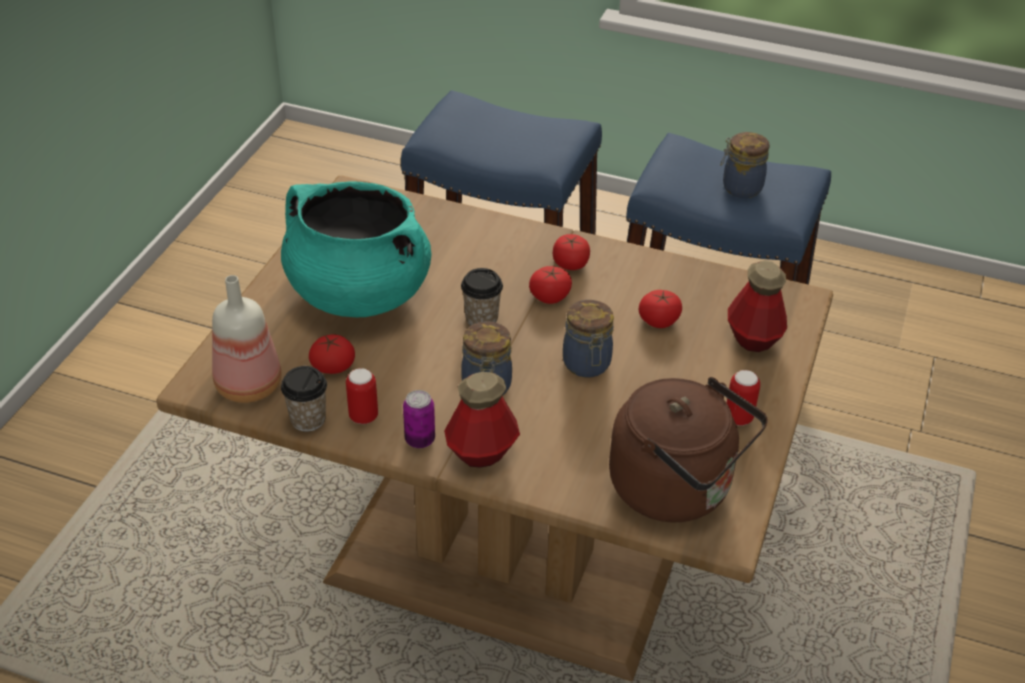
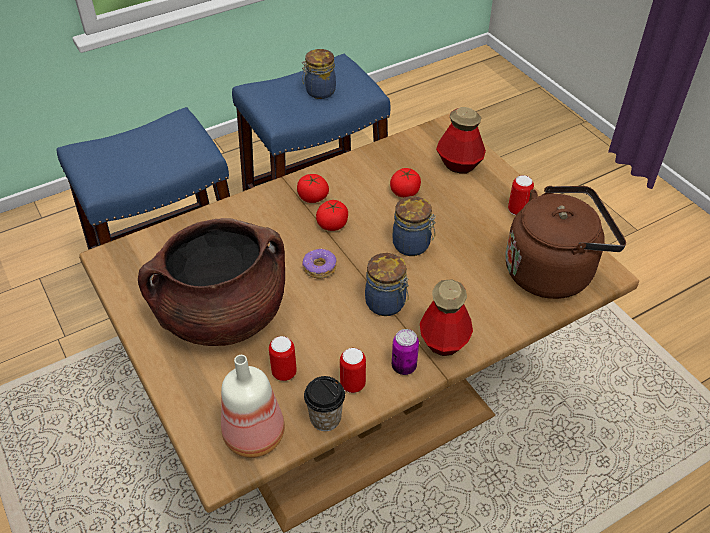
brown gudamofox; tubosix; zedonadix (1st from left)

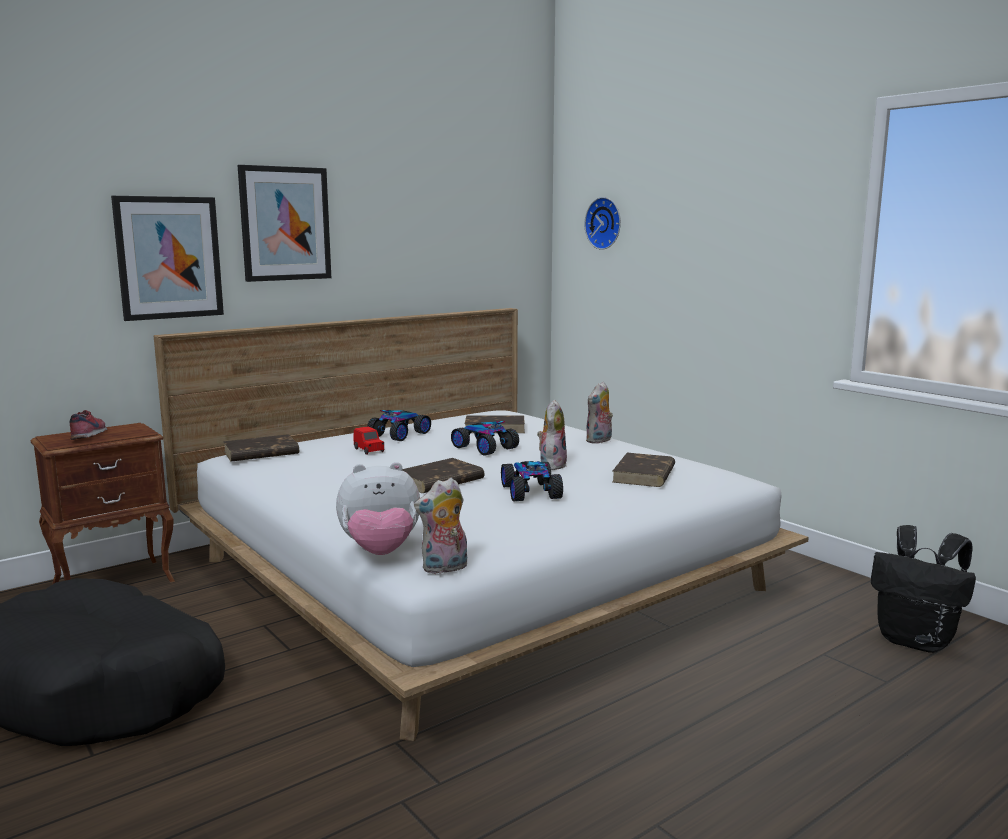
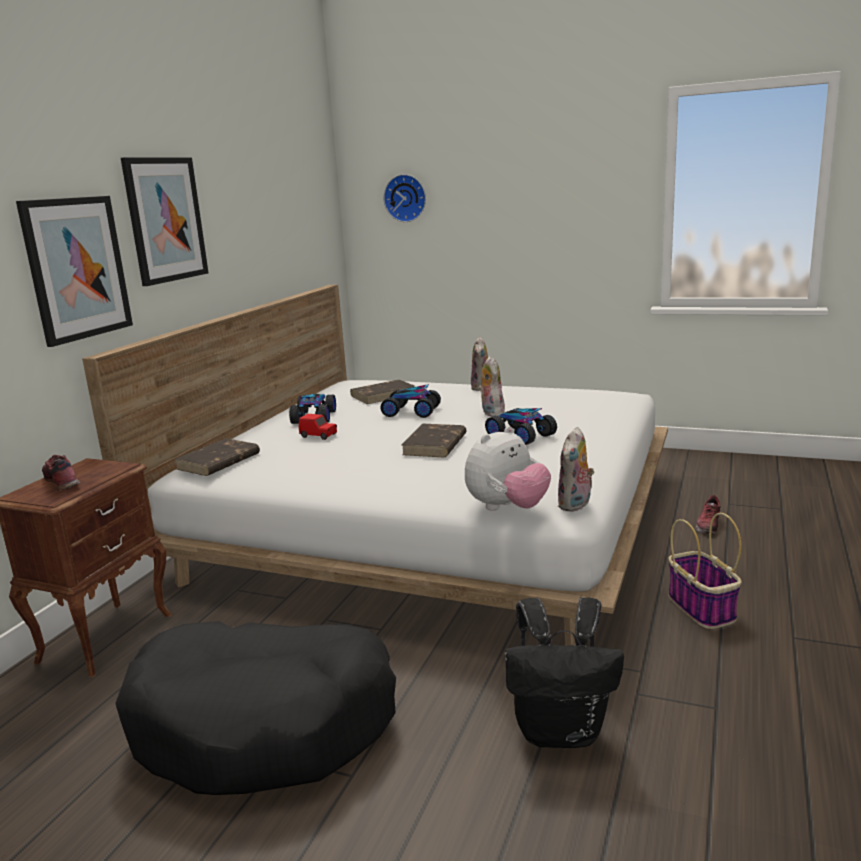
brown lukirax (4th from left in the first image); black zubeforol; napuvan (2nd from left); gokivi

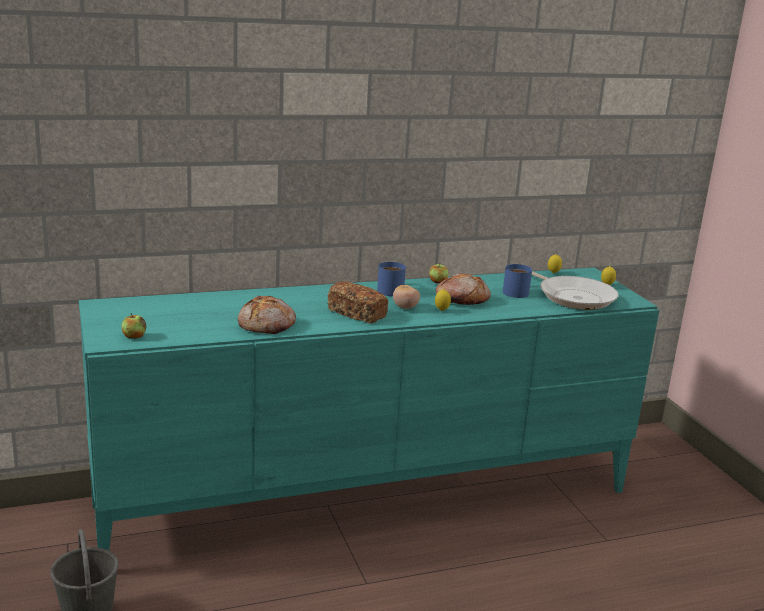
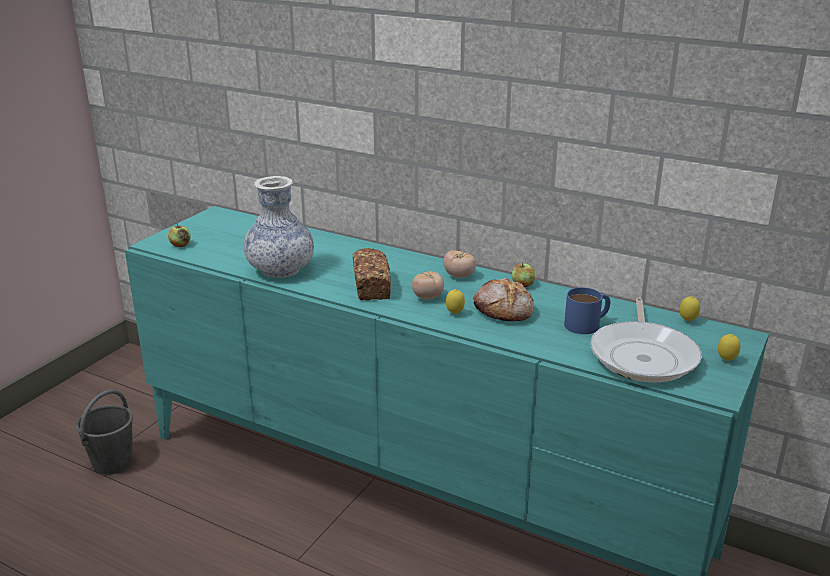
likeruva (2nd from left); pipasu

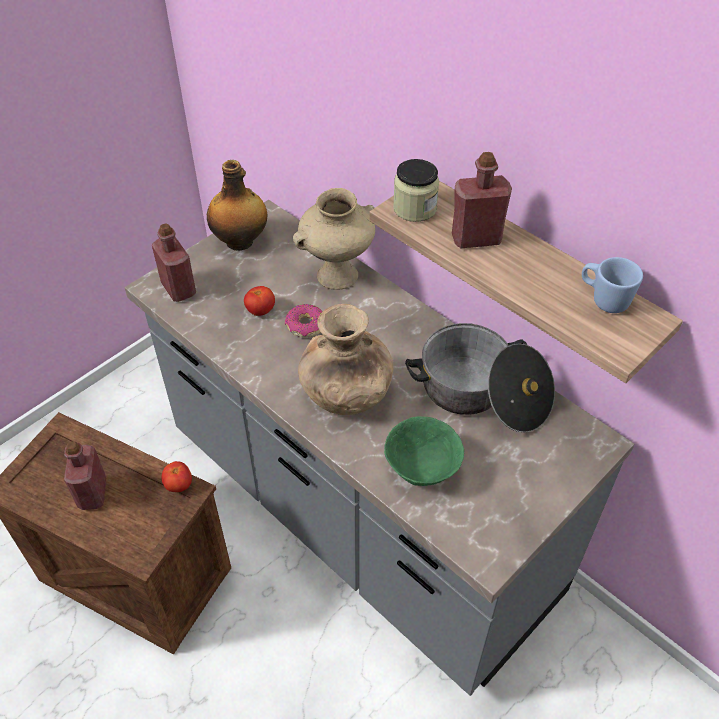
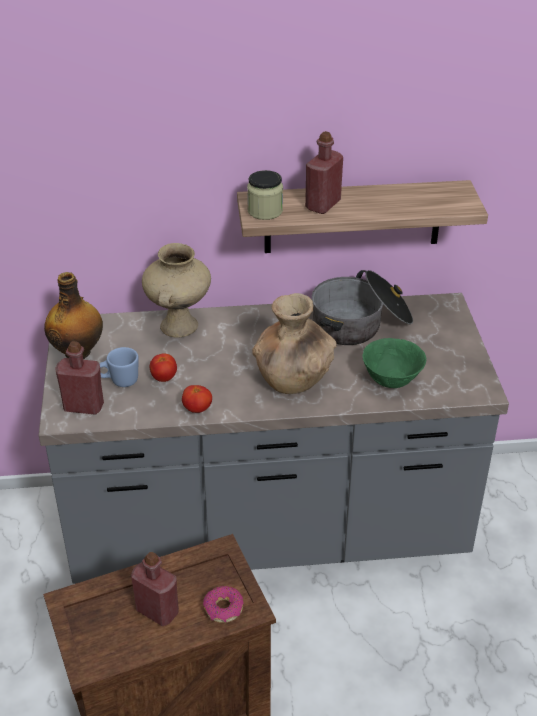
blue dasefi; tubosix; likeruva (2nd from left)

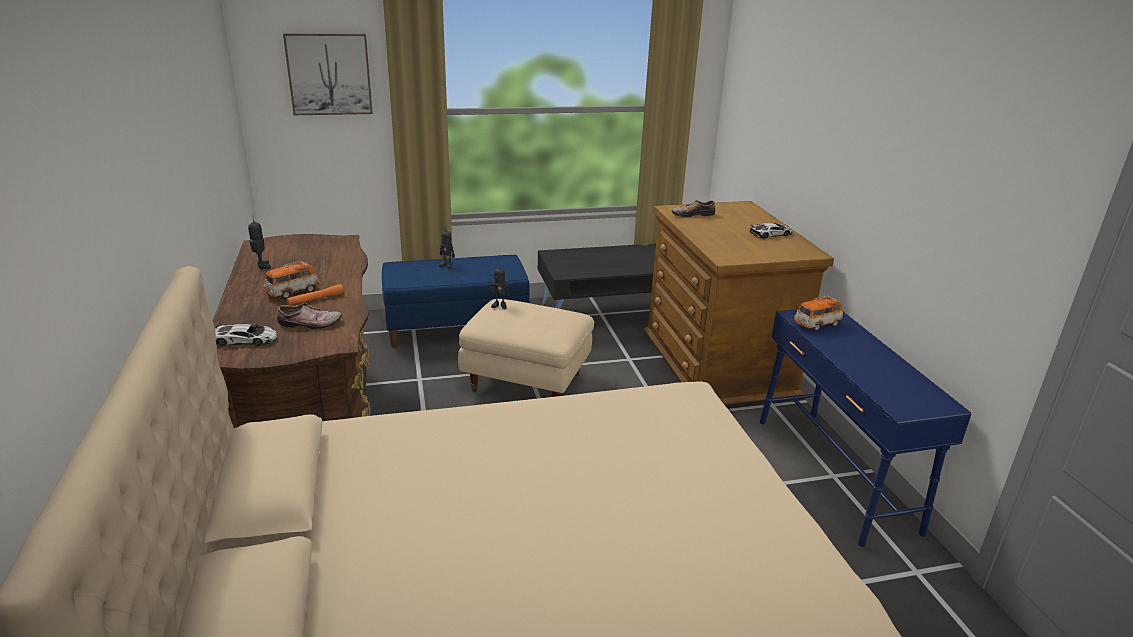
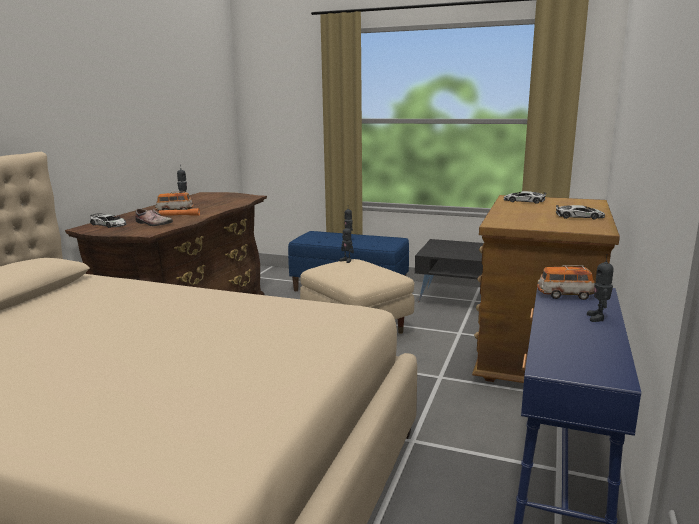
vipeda; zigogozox (3rd from left); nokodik (4th from left)

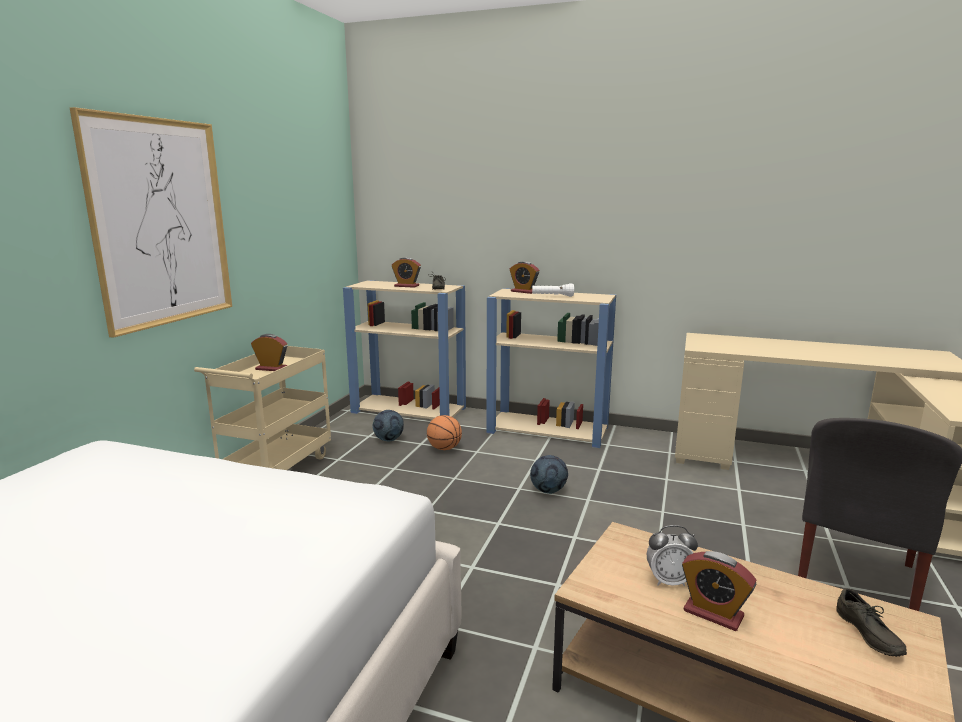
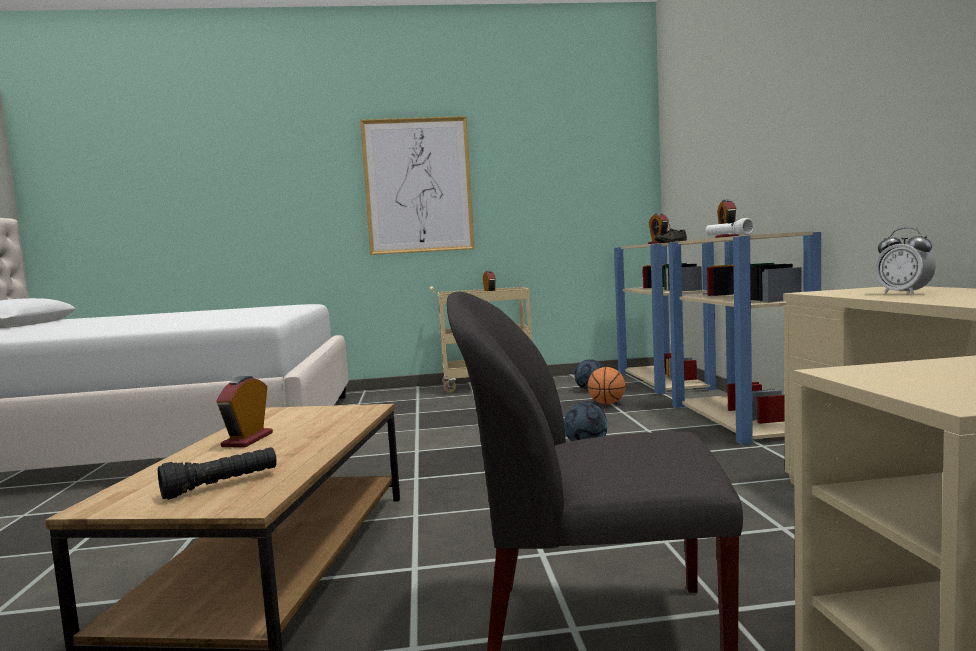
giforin (5th from left); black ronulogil

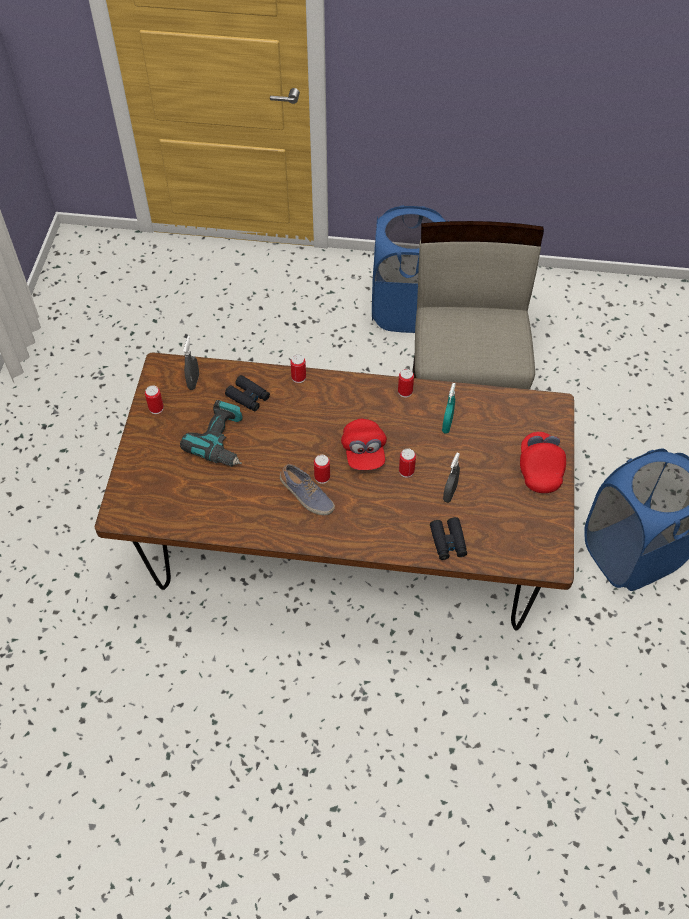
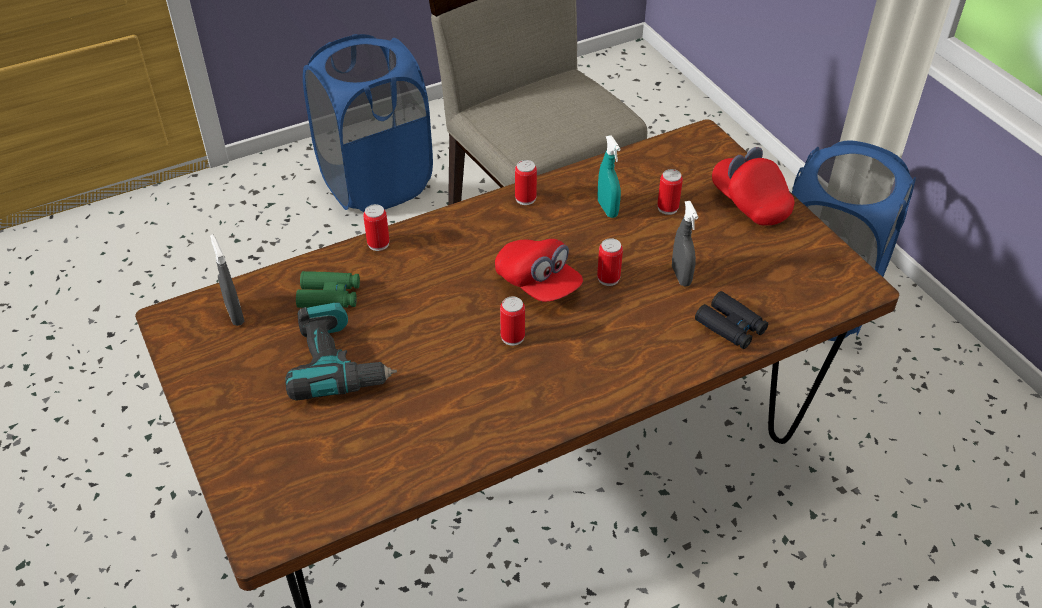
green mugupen; zedonadix (5th from left); napuvan

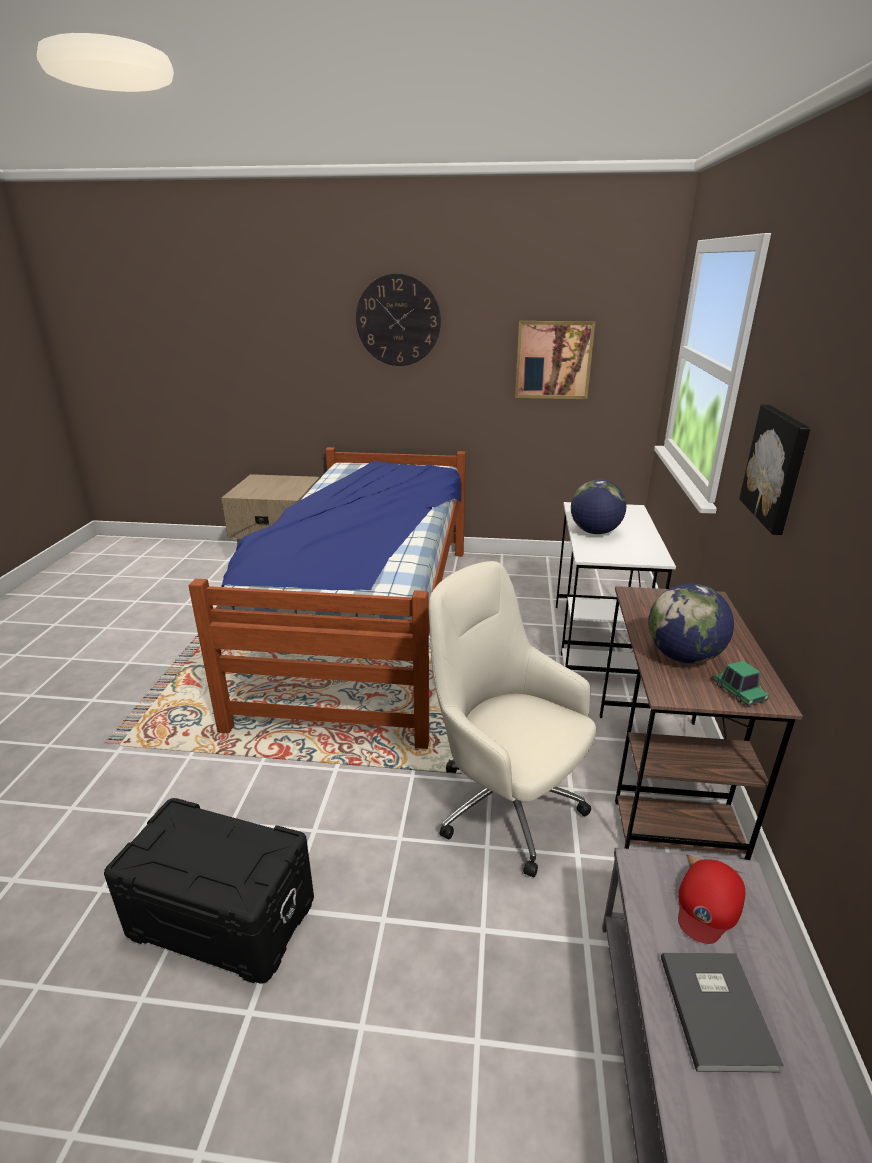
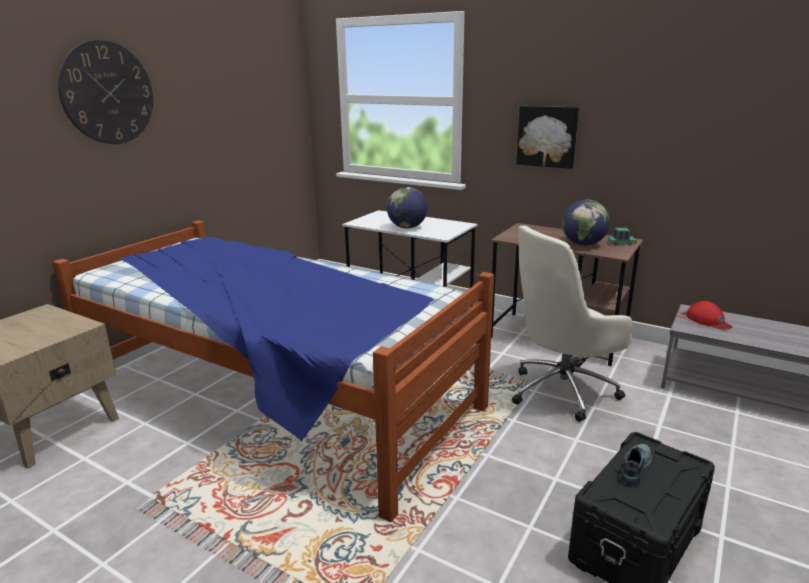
vipeda (1st from left in the first image); grey lukirax; napuvan

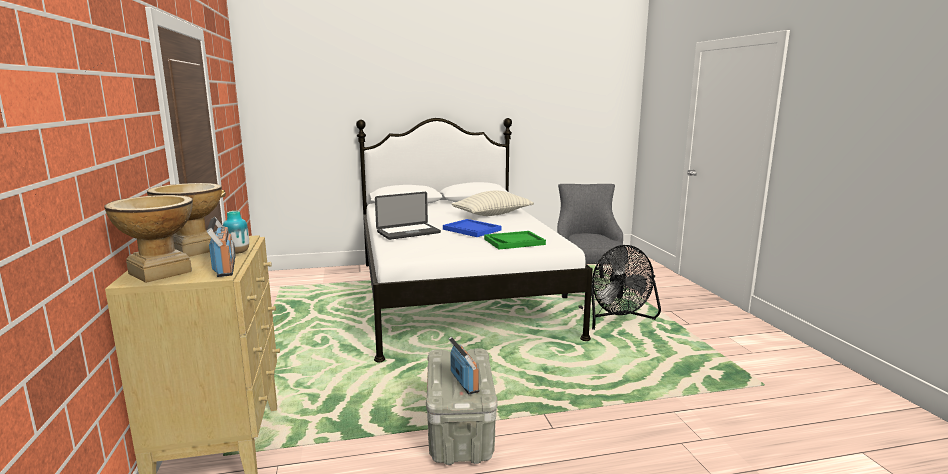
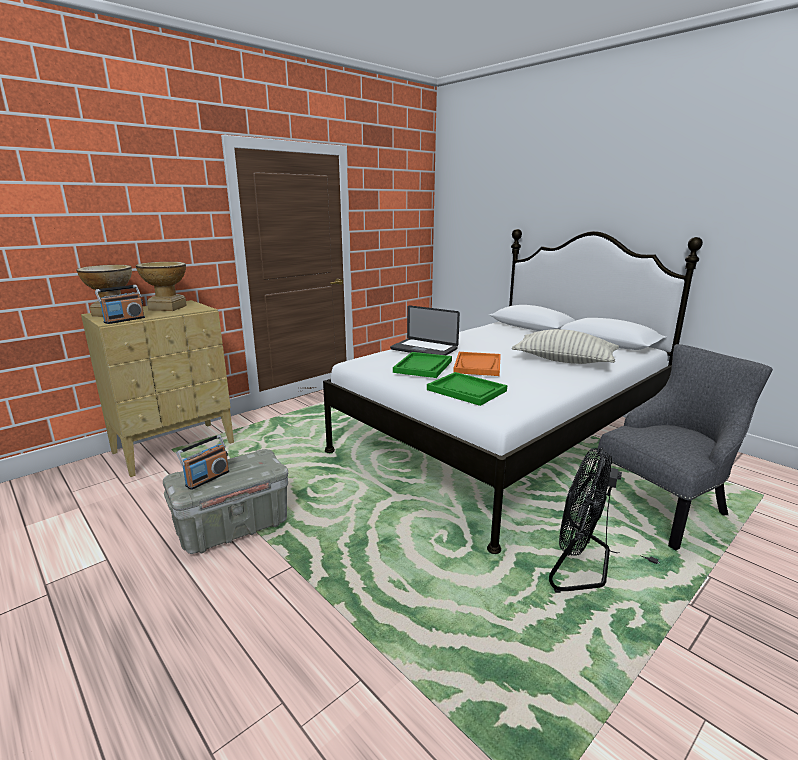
pipasu (3rd from left in the first image); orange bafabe; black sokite; green bafabe (1st from left)

